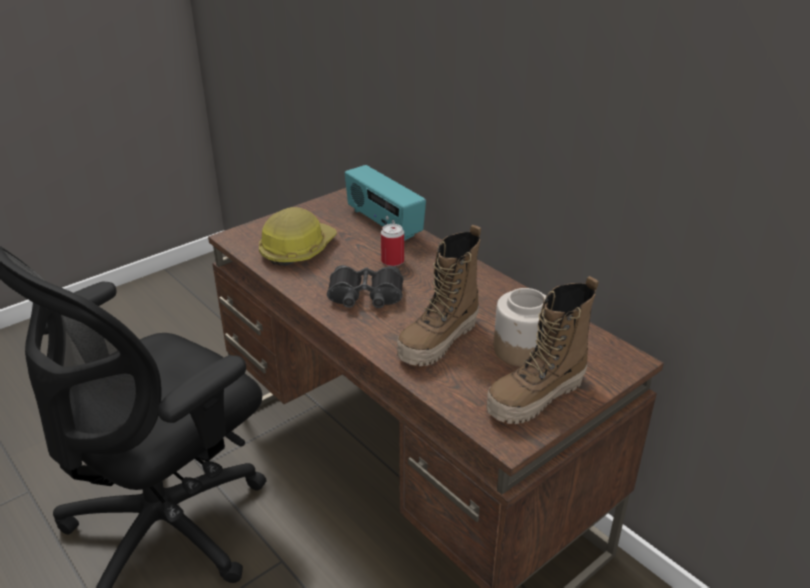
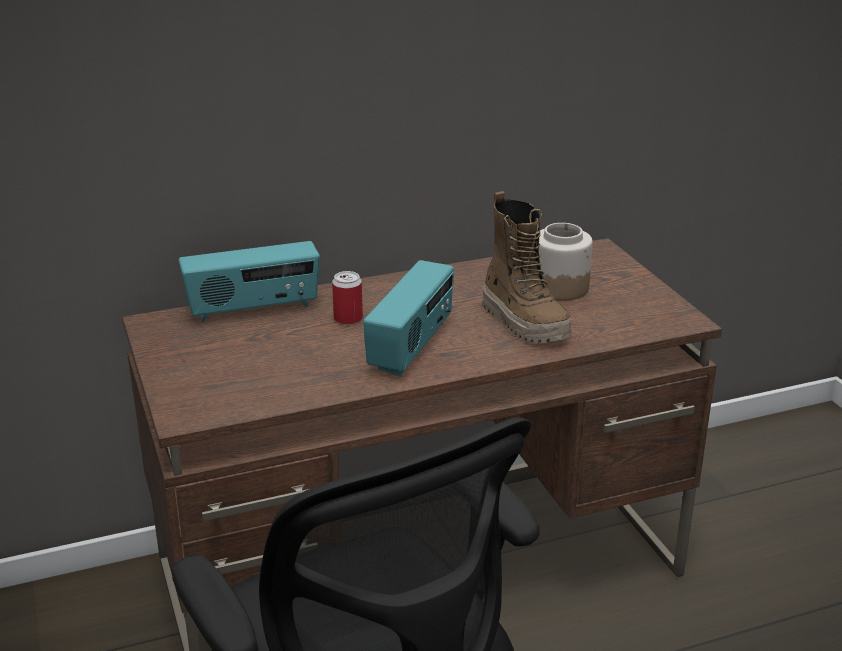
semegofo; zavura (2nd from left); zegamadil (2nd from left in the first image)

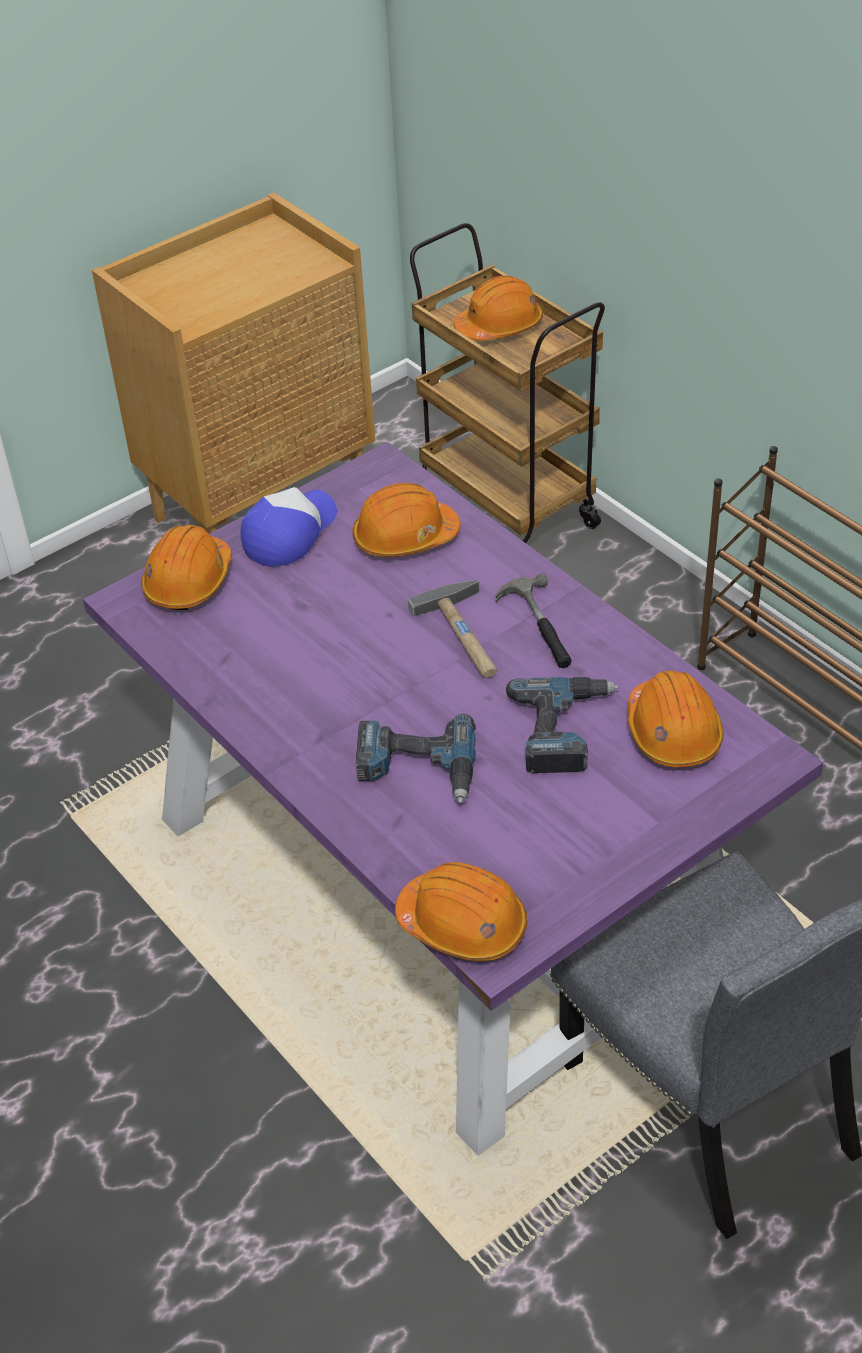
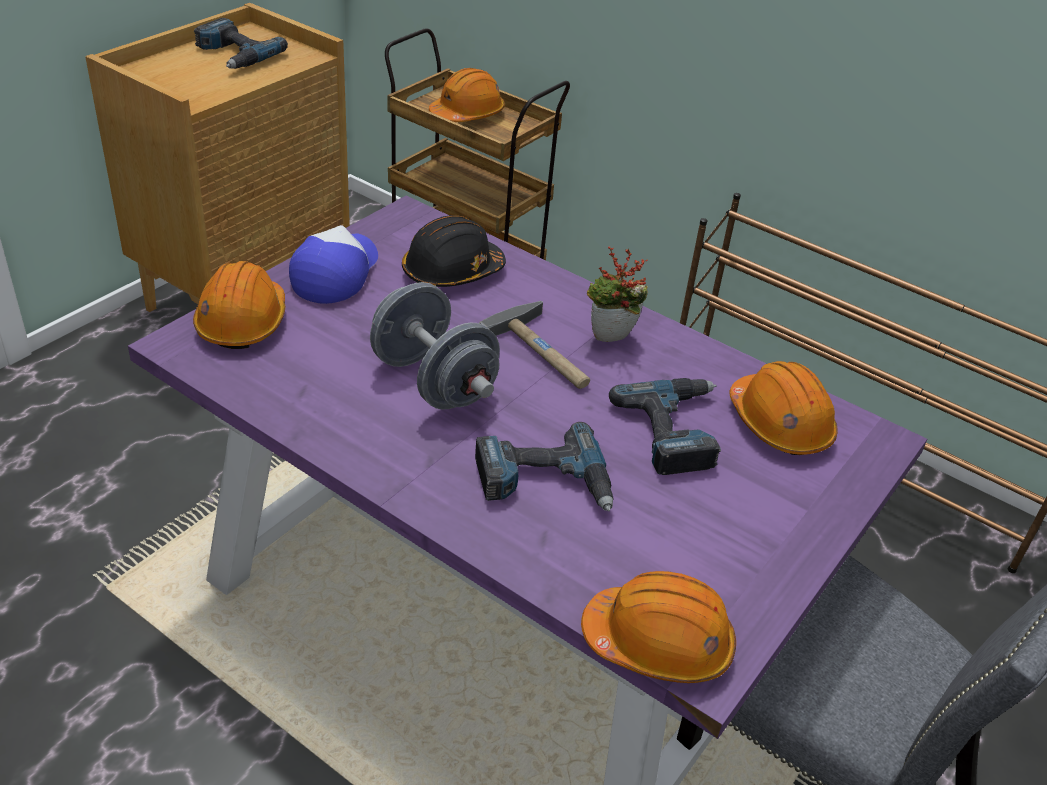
black semegofo; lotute; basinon (1st from left); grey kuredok

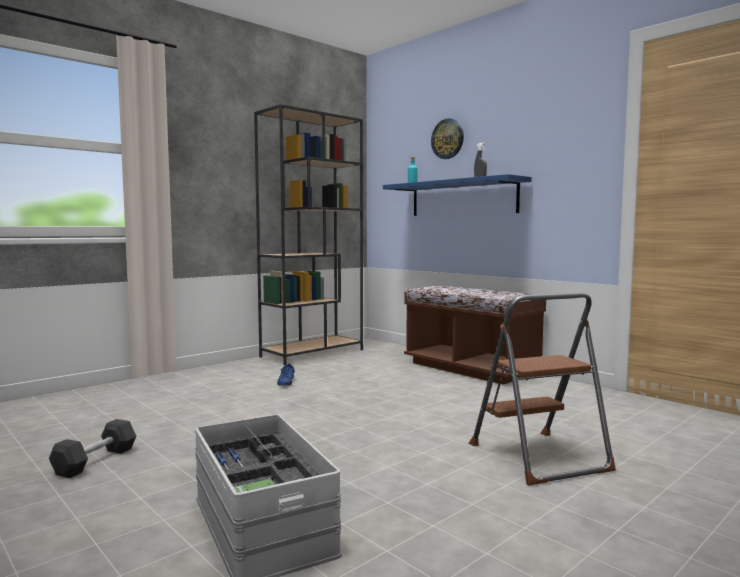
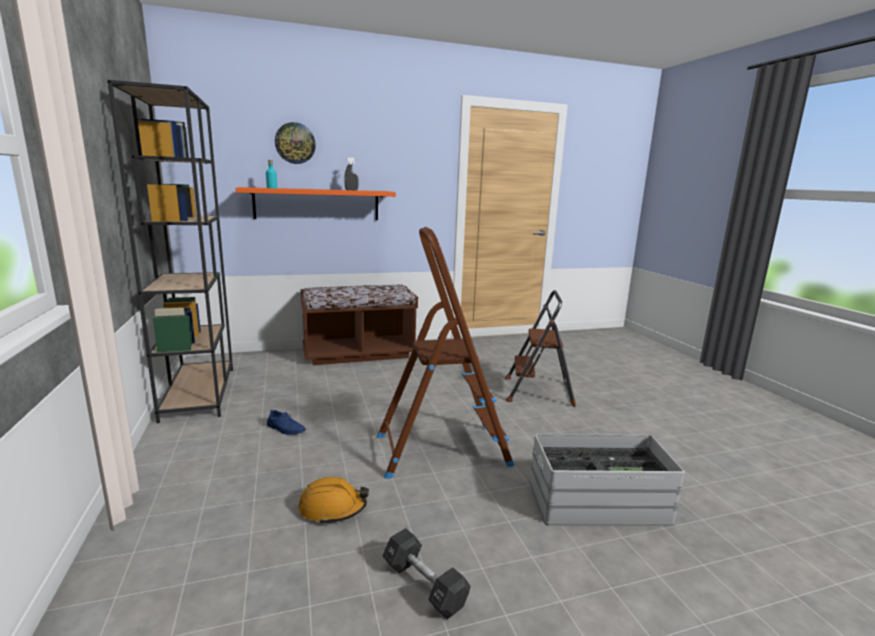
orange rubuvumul; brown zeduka (1st from left); orange semegofo

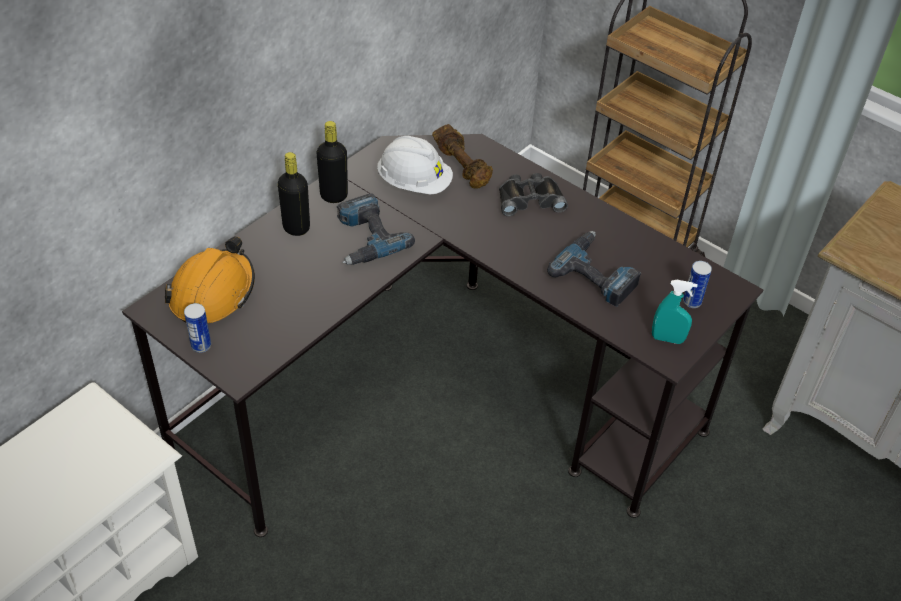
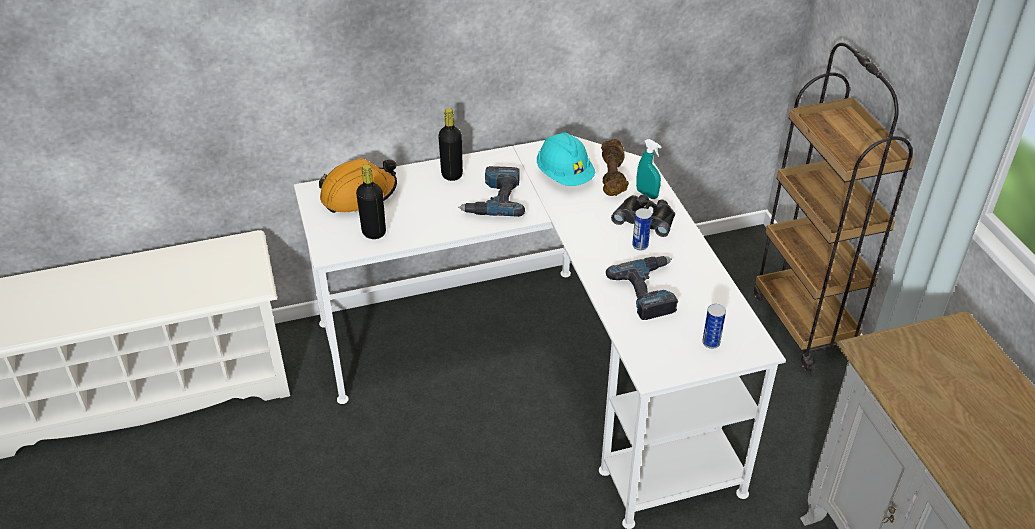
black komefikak (1st from left); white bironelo; turquoise semegofo; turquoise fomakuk; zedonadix (1st from left)

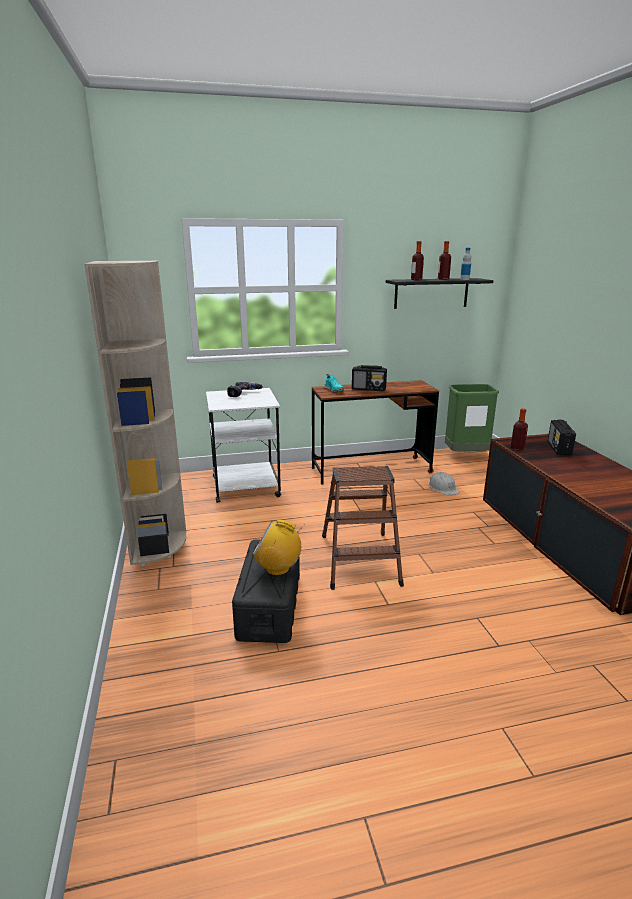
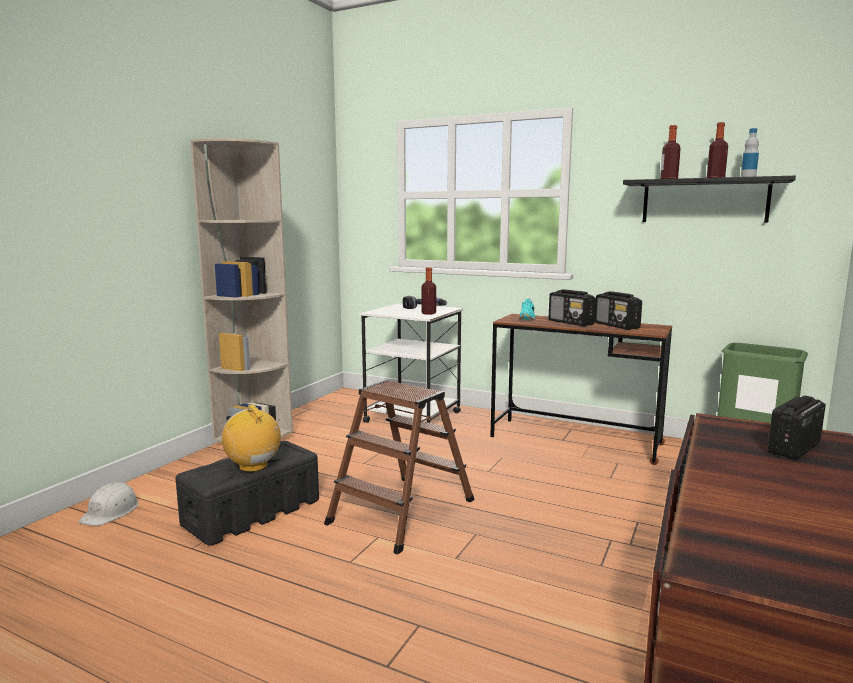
komefikak (1st from left); white semegofo; zavura (3rd from left)

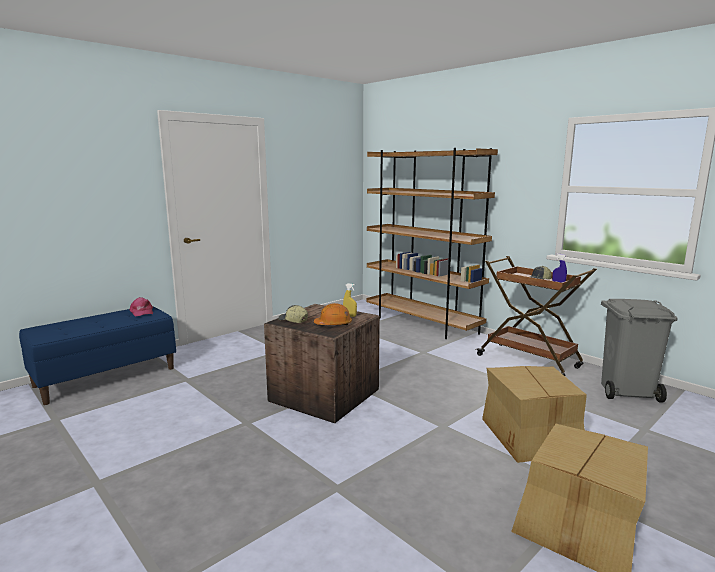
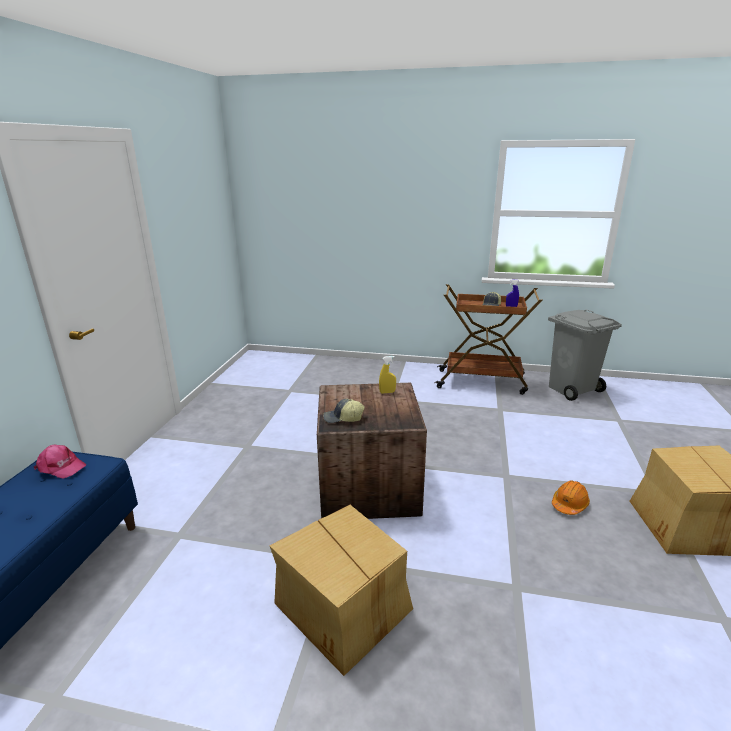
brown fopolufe; orange semegofo; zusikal (1st from left)

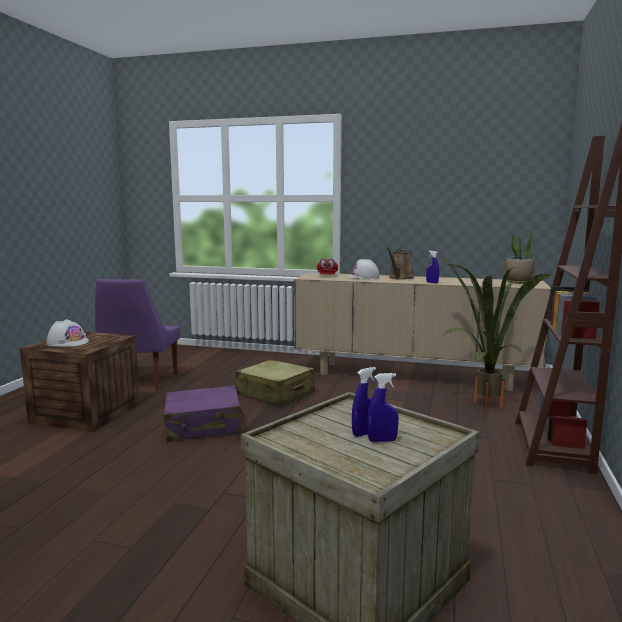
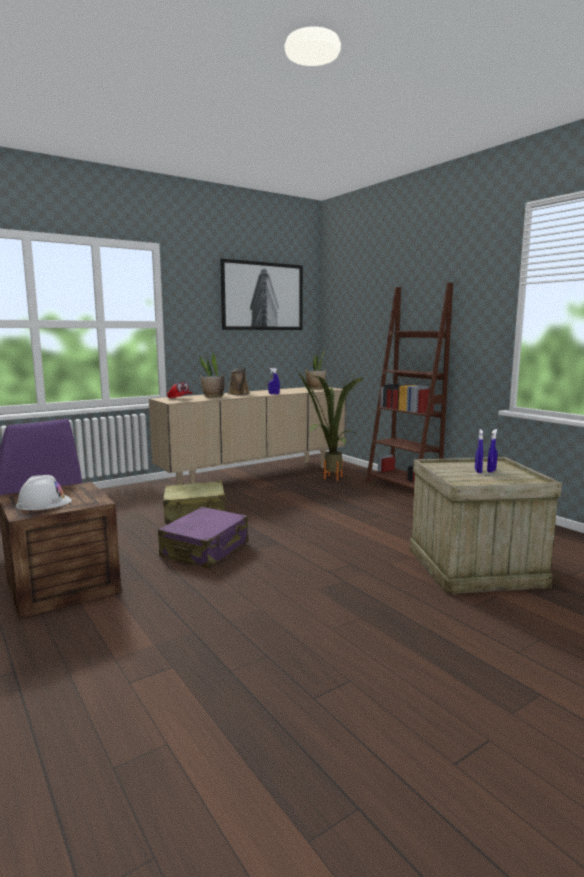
lotute (1st from left); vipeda

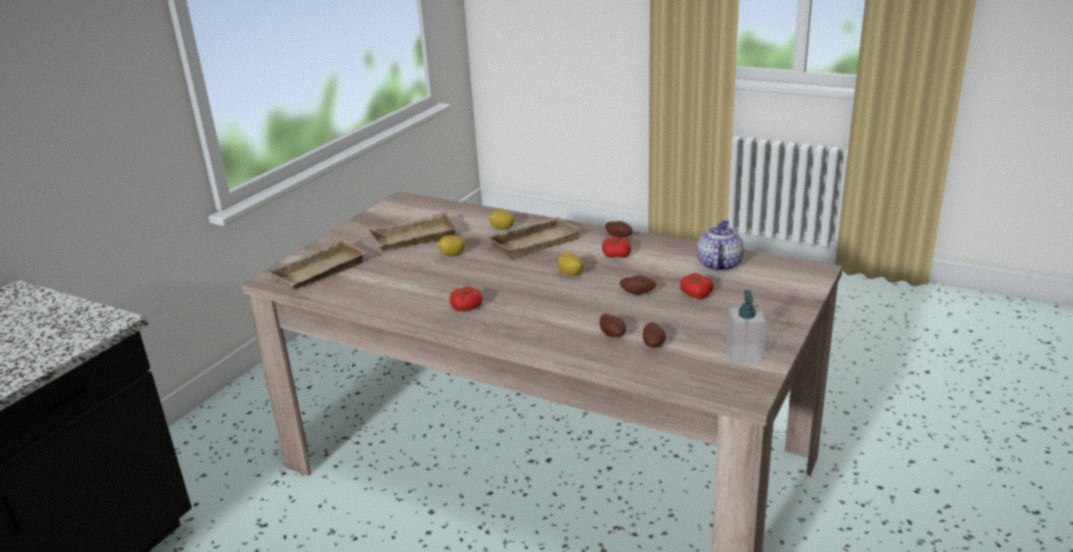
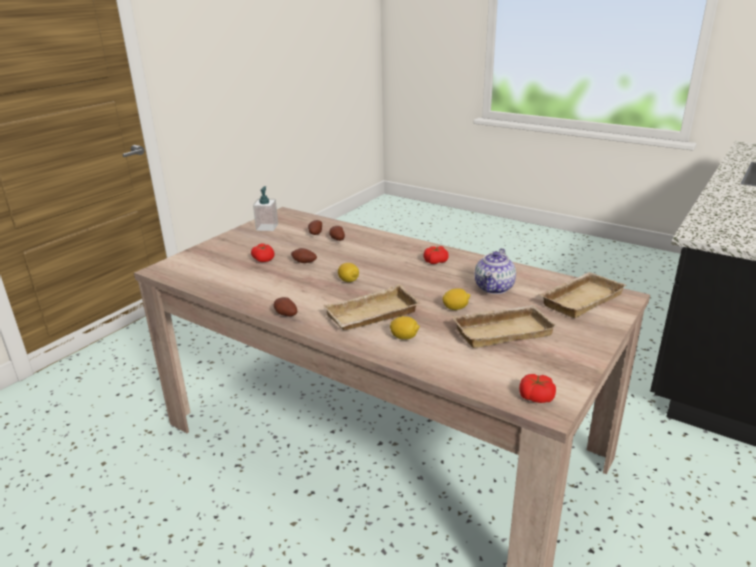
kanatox; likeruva (3rd from left)

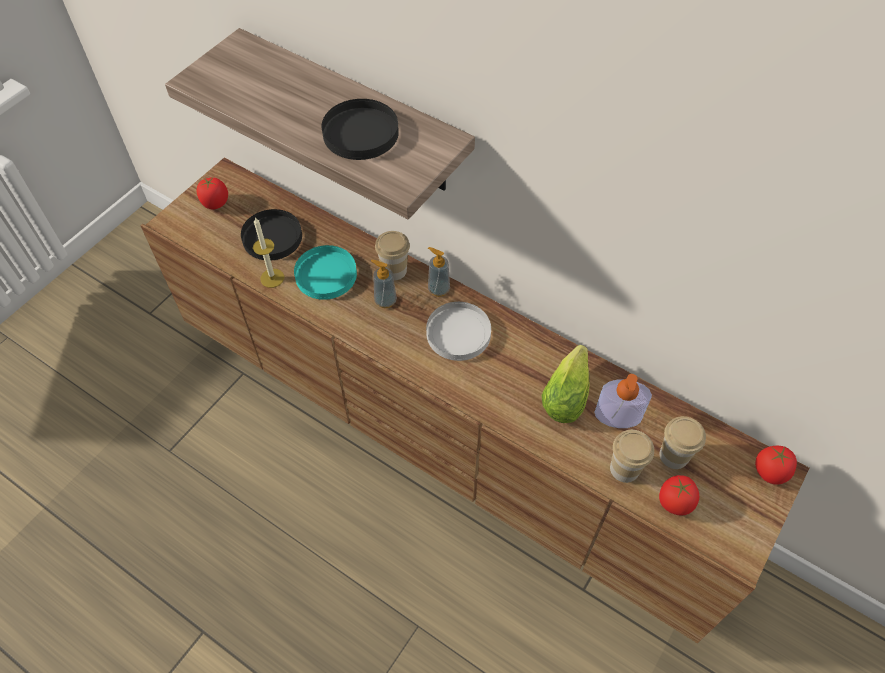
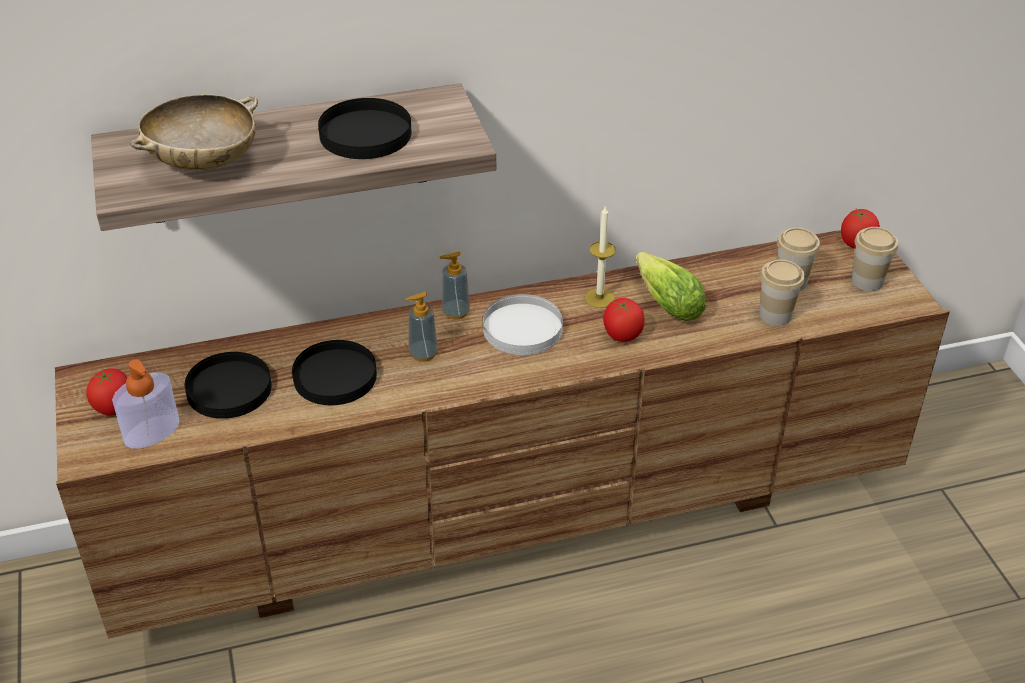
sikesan; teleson (3rd from left); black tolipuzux (2nd from left); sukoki (1st from left); likeruva (2nd from left); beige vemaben

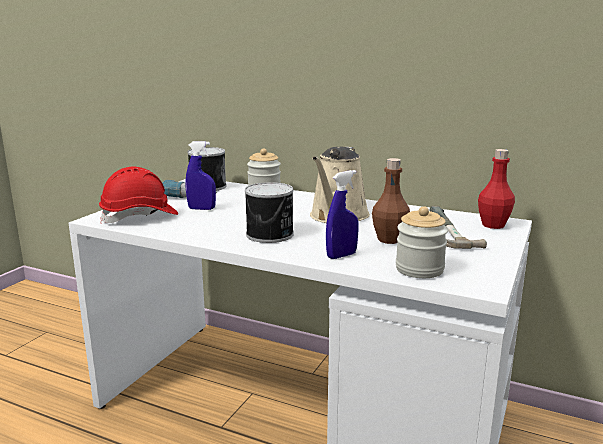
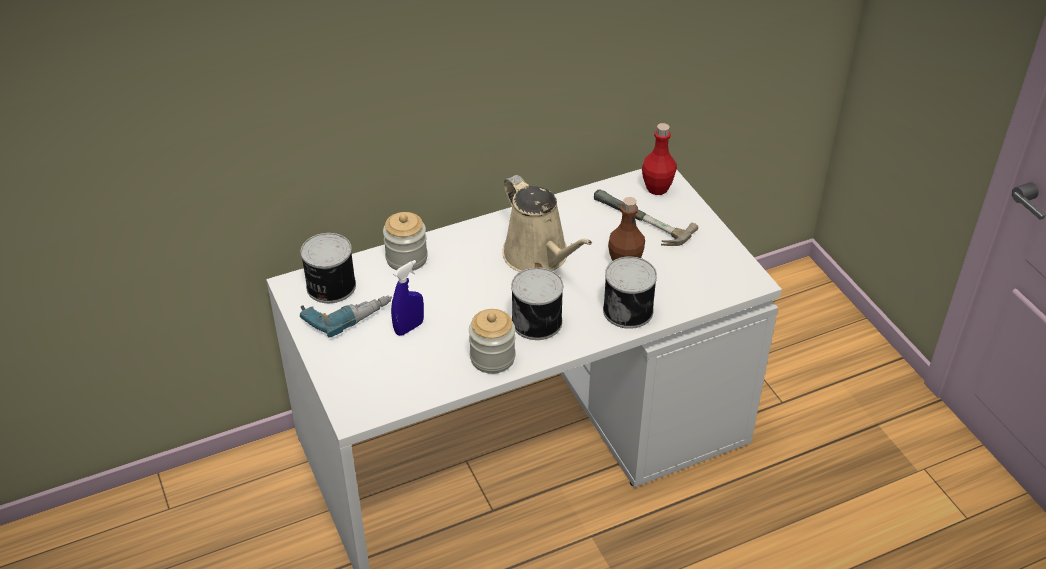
red semegofo; zedonadix (3rd from left); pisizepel (2nd from left)

